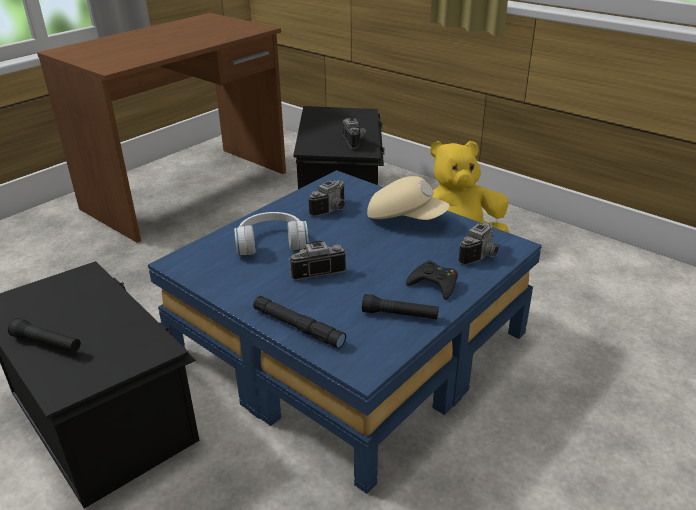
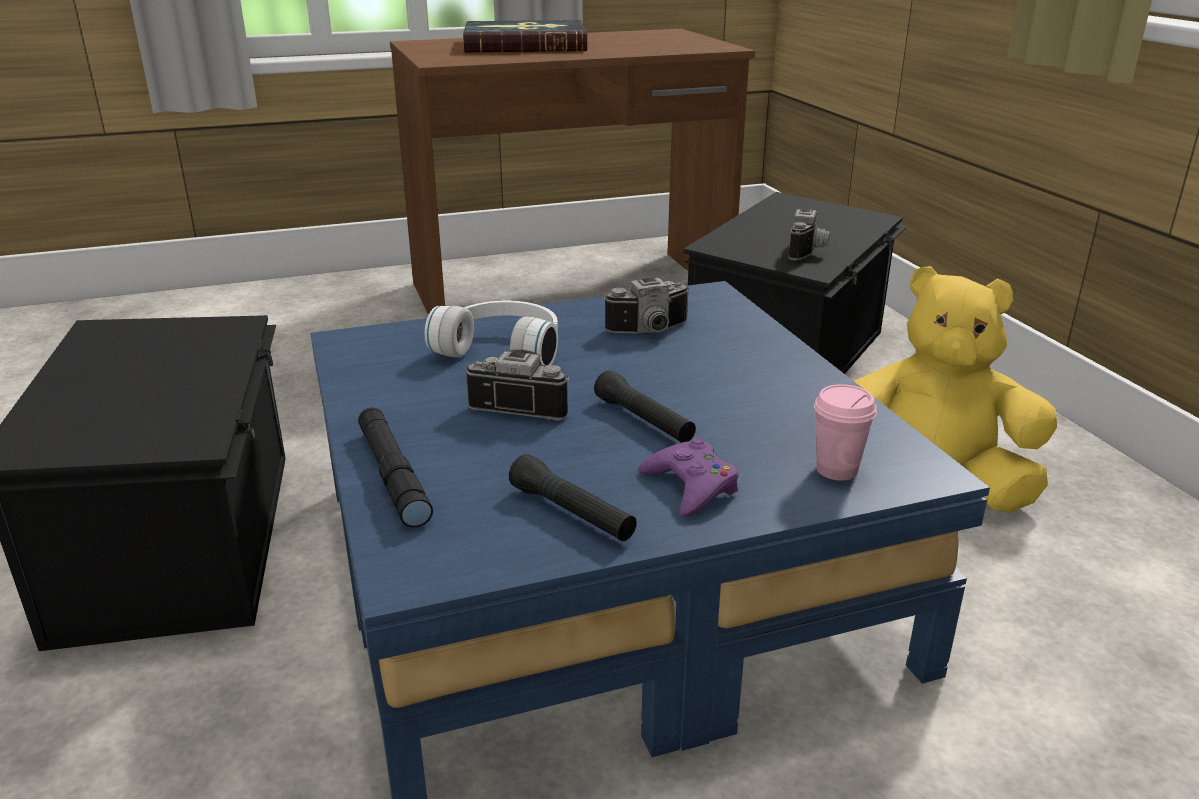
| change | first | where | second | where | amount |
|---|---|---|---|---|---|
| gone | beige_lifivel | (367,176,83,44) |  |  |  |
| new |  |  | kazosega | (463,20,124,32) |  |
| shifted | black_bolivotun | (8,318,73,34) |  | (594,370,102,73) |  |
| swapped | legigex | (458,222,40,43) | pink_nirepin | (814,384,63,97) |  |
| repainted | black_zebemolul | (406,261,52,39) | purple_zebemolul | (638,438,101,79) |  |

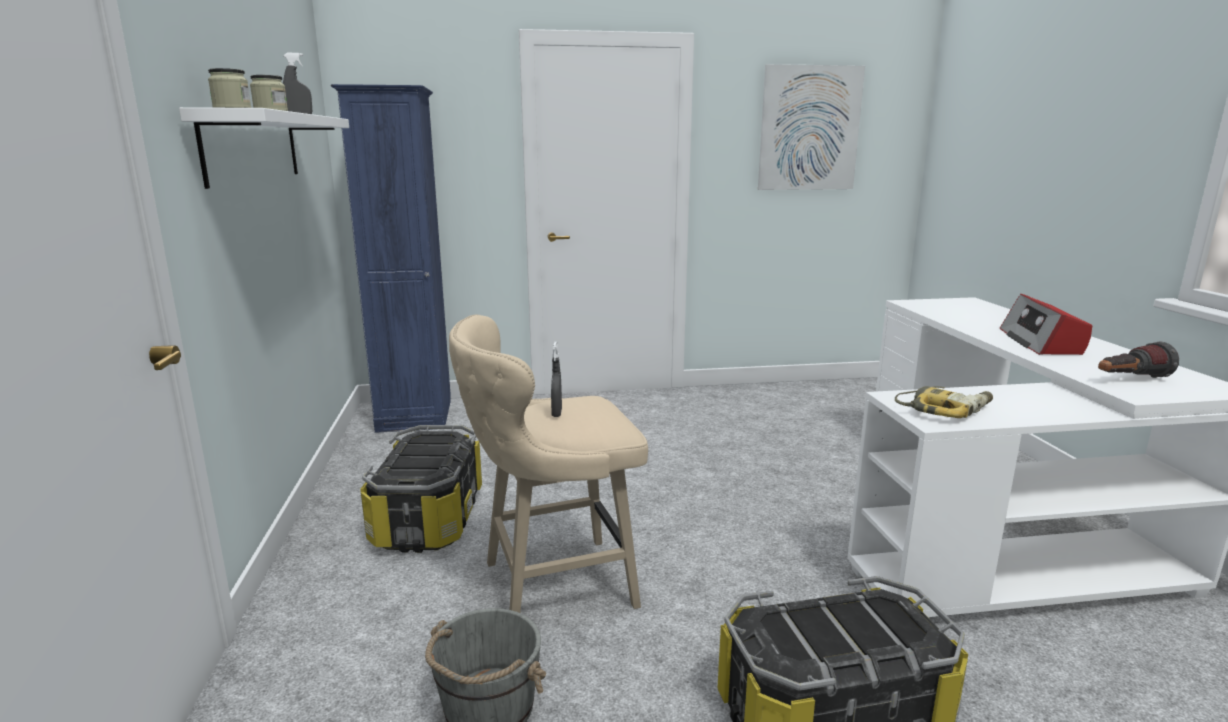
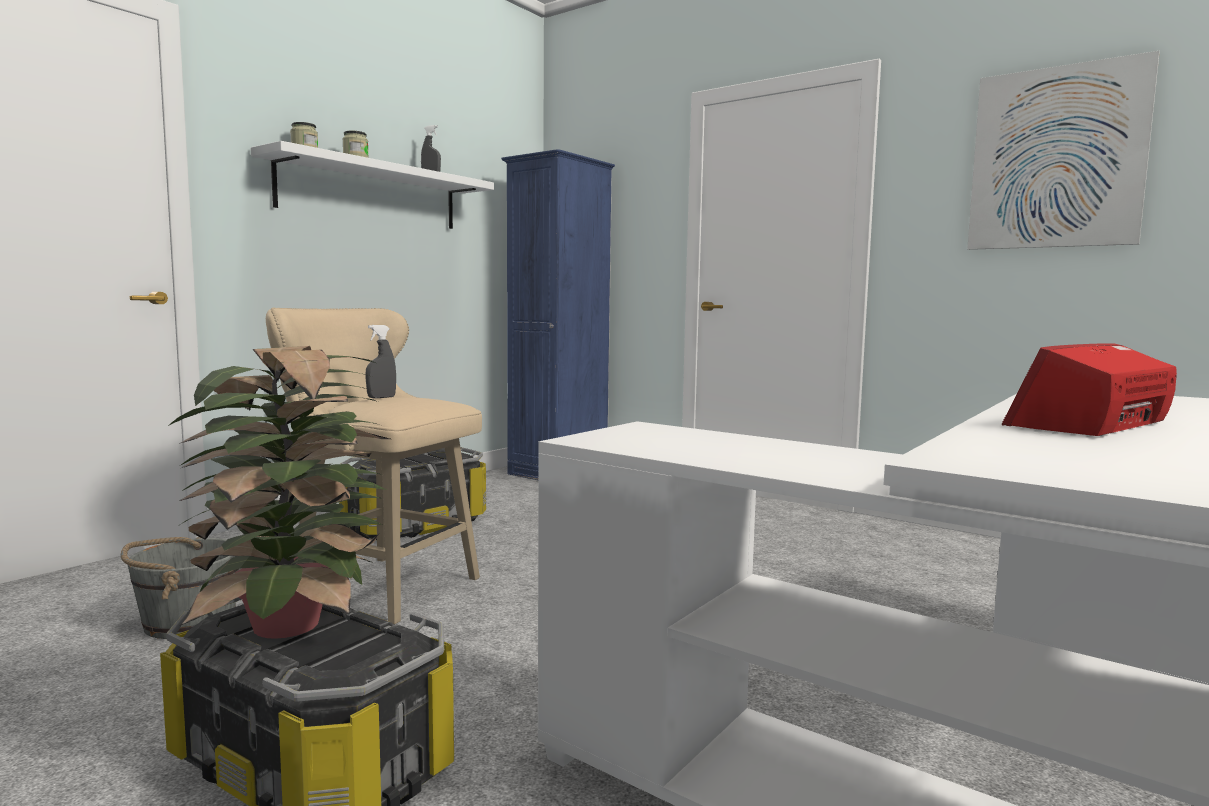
| change | first | where | second | where | amount |
|---|---|---|---|---|---|
| gone | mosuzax | (895,386,98,32) |  |  |  |
| gone | bolivotun | (1098,342,81,36) |  |  |  |
| new |  |  | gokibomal | (168,346,222,293) |  |

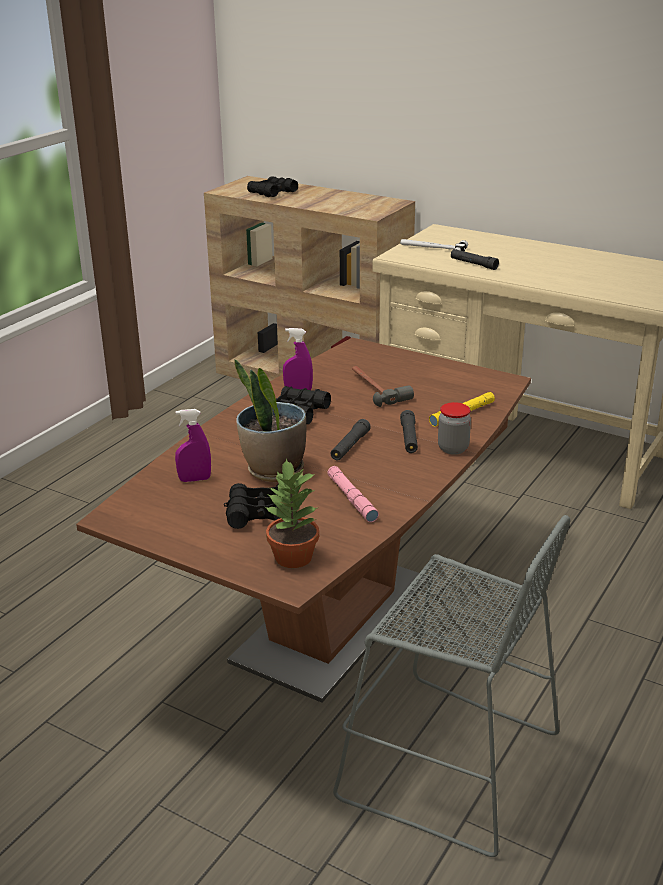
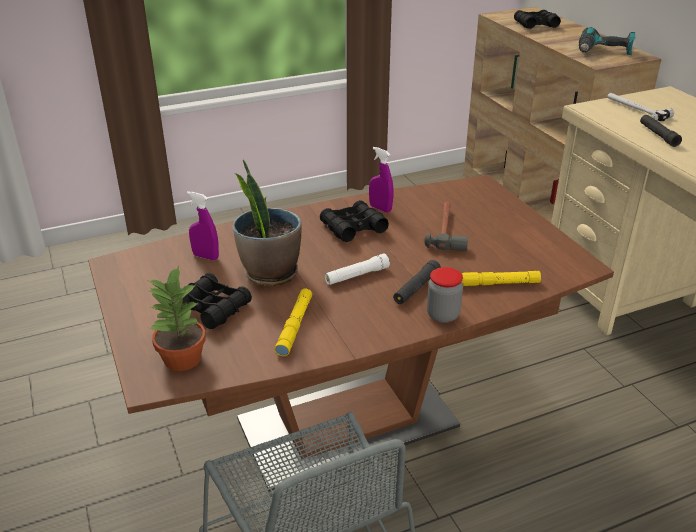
| change | first | where | second | where | amount |
|---|---|---|---|---|---|
| new |  |  | mosuzax | (579,27,56,28) |  |
| repainted | pink_bolivotun | (327,466,52,56) | yellow_bolivotun | (275,288,37,68) |  |
| repainted | black_bolivotun | (331,419,40,41) | white_bolivotun | (325,254,65,31) |  |

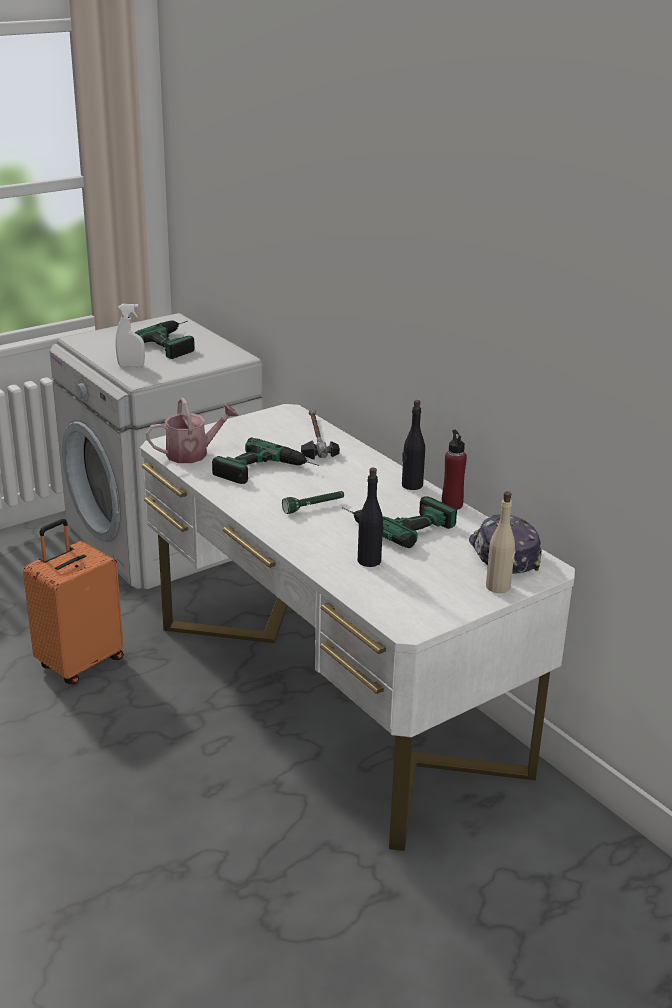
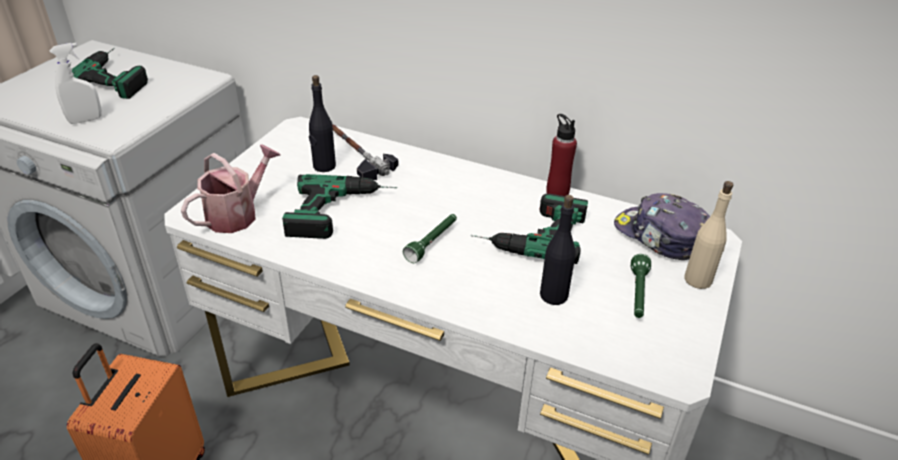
| change | first | where | second | where | amount |
|---|---|---|---|---|---|
| new |  |  | green_bolivotun | (631,254,20,64) |  |
| shifted | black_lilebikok | (402,400,23,90) |  | (309,75,27,97) |  |

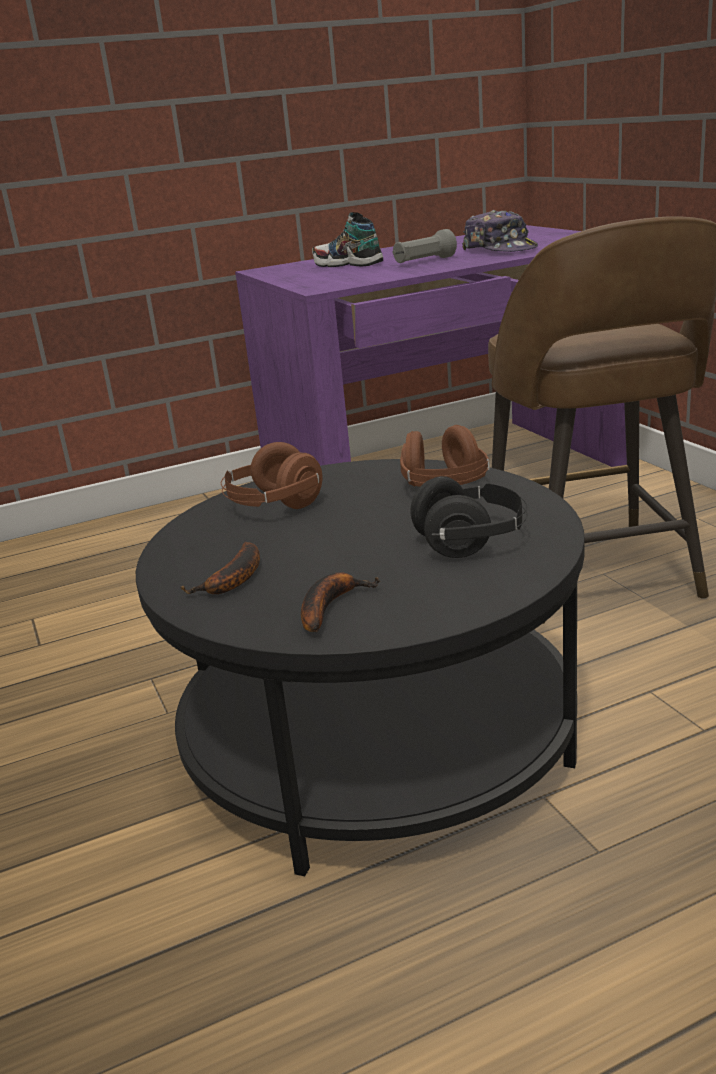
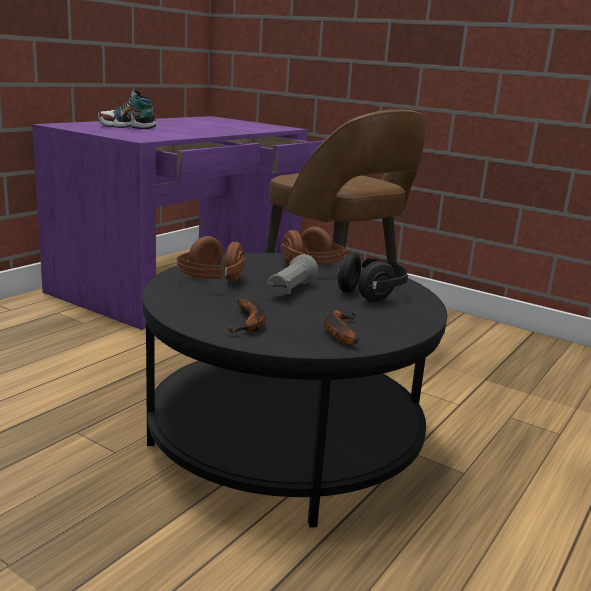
| change | first | where | second | where | amount |
|---|---|---|---|---|---|
| gone | lifivel | (462,210,76,42) |  |  |  |
| shifted | grey_bolivotun | (392,229,65,34) |  | (267,254,51,43) |  |

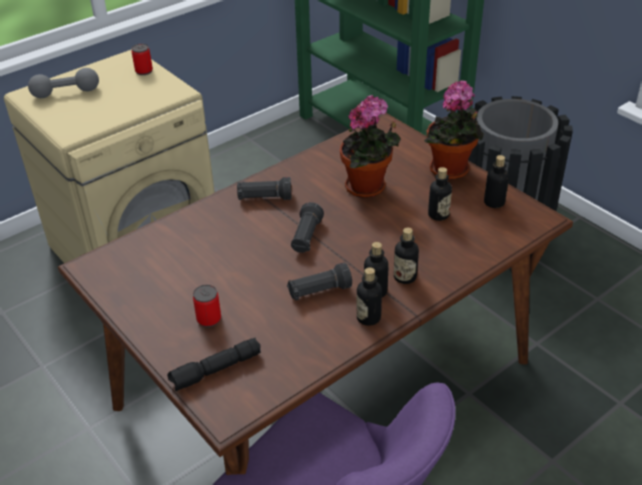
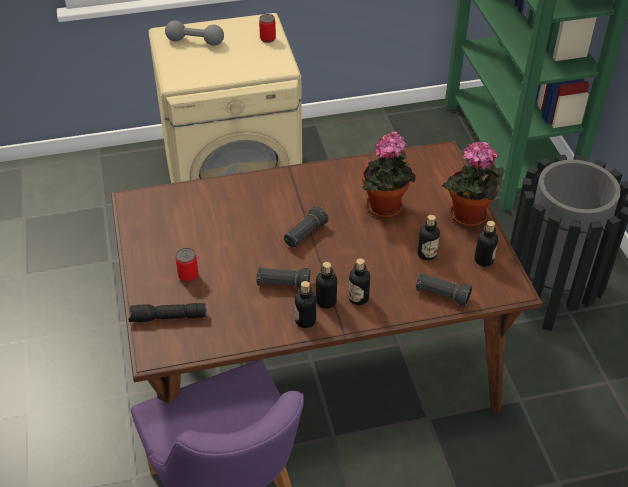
| change | first | where | second | where | amount |
|---|---|---|---|---|---|
| shifted | black_bolivotun | (237,177,54,23) |  | (416,273,56,34) |  |

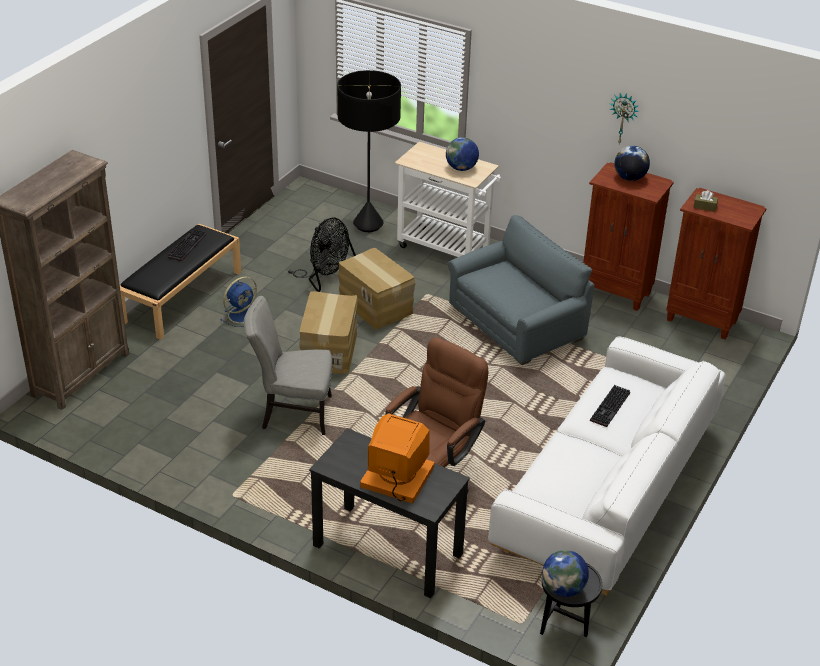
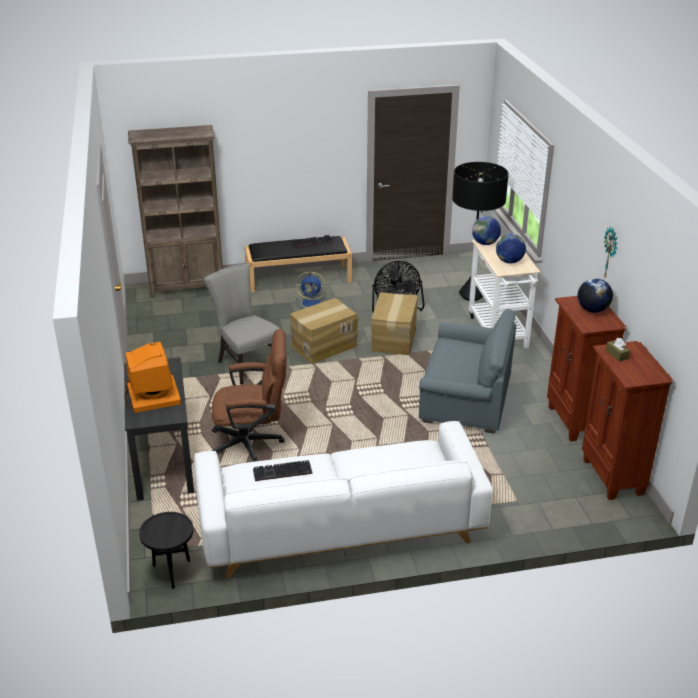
| change | first | where | second | where | amount |
|---|---|---|---|---|---|
| shifted | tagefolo | (542,550,47,47) |  | (472,216,29,29) |  |
| shifted | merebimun | (590,385,40,42) |  | (253,460,59,21) |  |

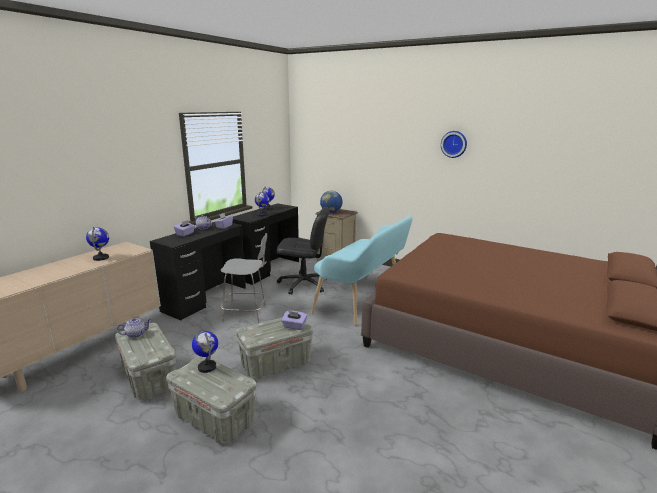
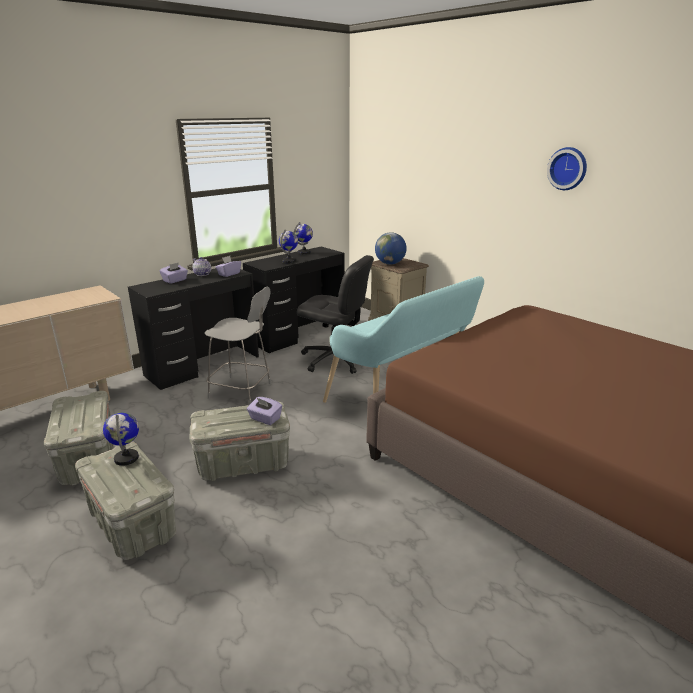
| change | first | where | second | where | amount |
|---|---|---|---|---|---|
| gone | tagefolo | (86,227,23,34) |  |  |  |
| gone | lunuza | (117,318,34,20) |  |  |  |

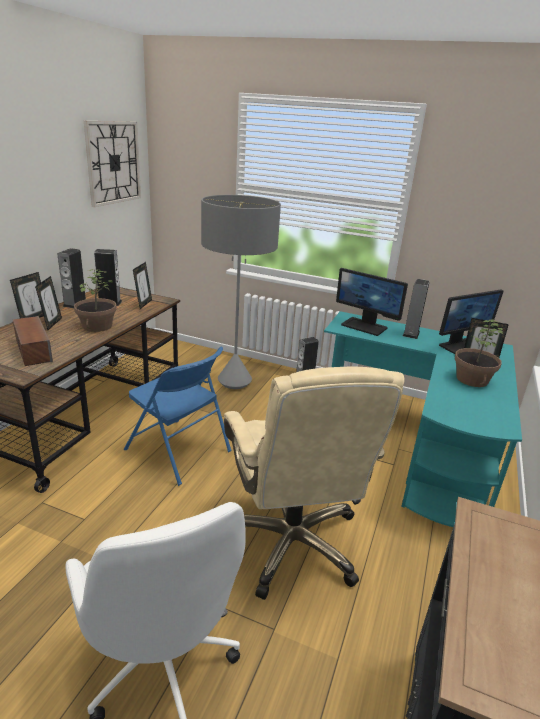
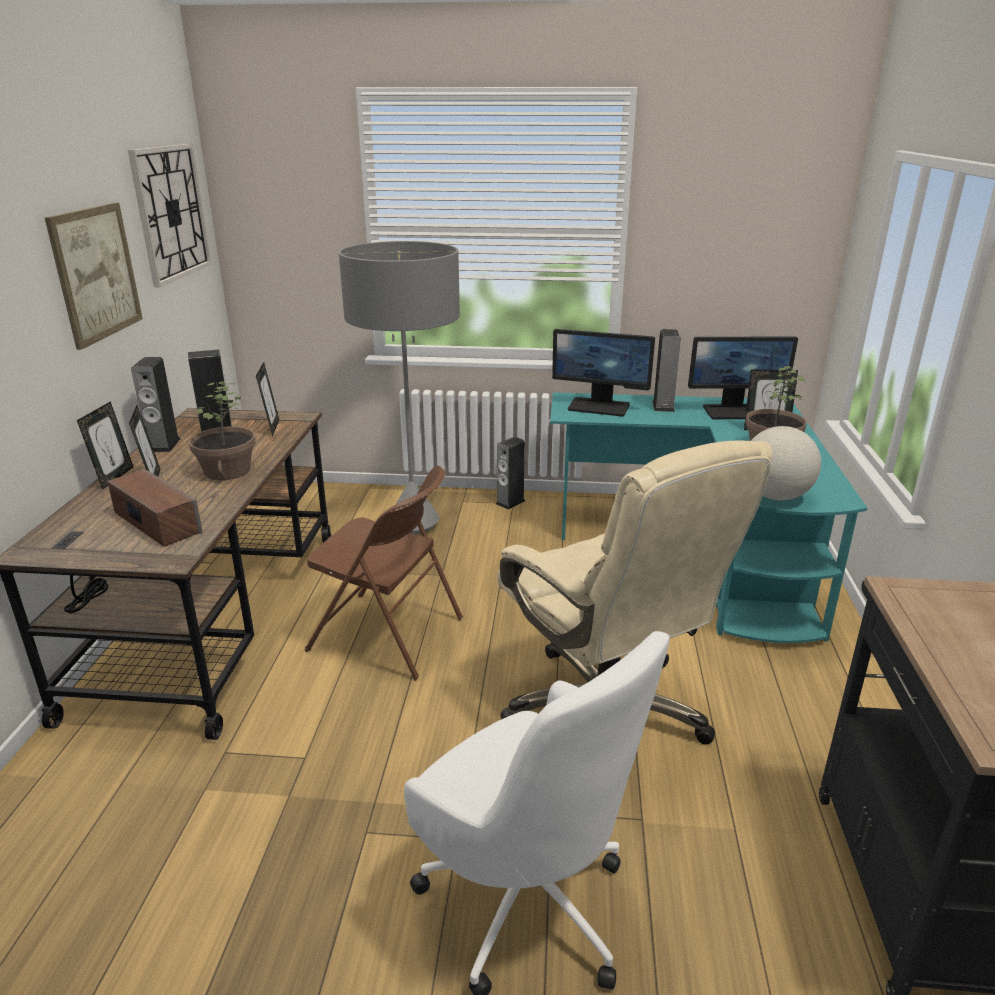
| change | first | where | second | where | amount |
|---|---|---|---|---|---|
| new |  |  | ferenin | (45,202,98,148) |  |
| new |  |  | tagefolo | (751,426,70,74) |  |
| repainted | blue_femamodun | (124,347,108,139) | brown_femamodun | (305,465,158,216) |  |
| rotated | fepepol | (439,290,65,64) |  | (688,336,110,83) | 45 degrees clockwise |

